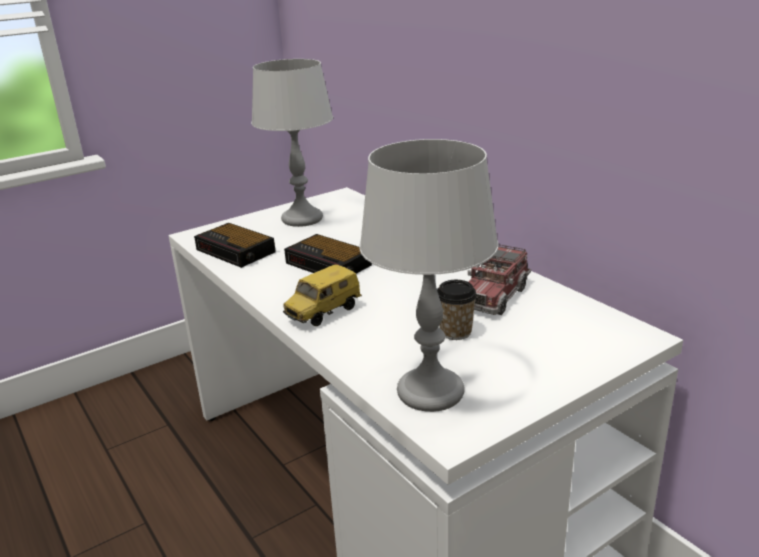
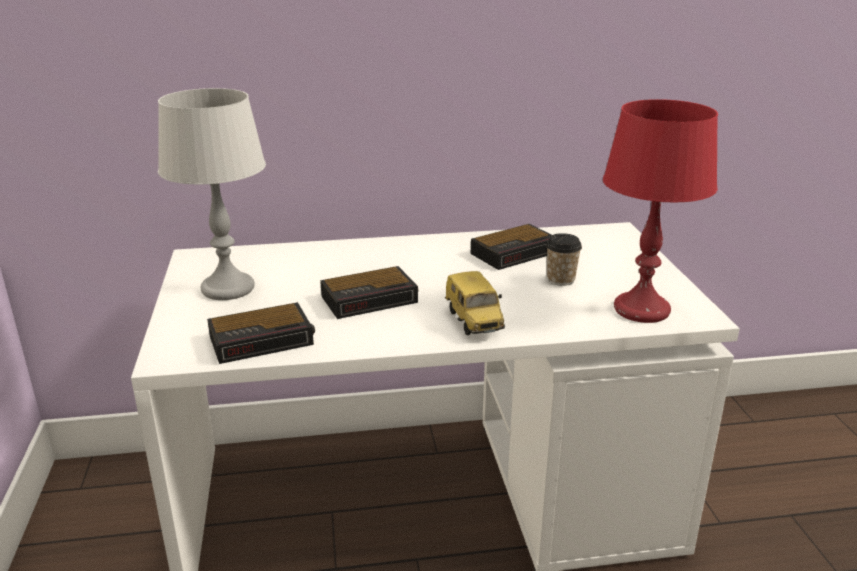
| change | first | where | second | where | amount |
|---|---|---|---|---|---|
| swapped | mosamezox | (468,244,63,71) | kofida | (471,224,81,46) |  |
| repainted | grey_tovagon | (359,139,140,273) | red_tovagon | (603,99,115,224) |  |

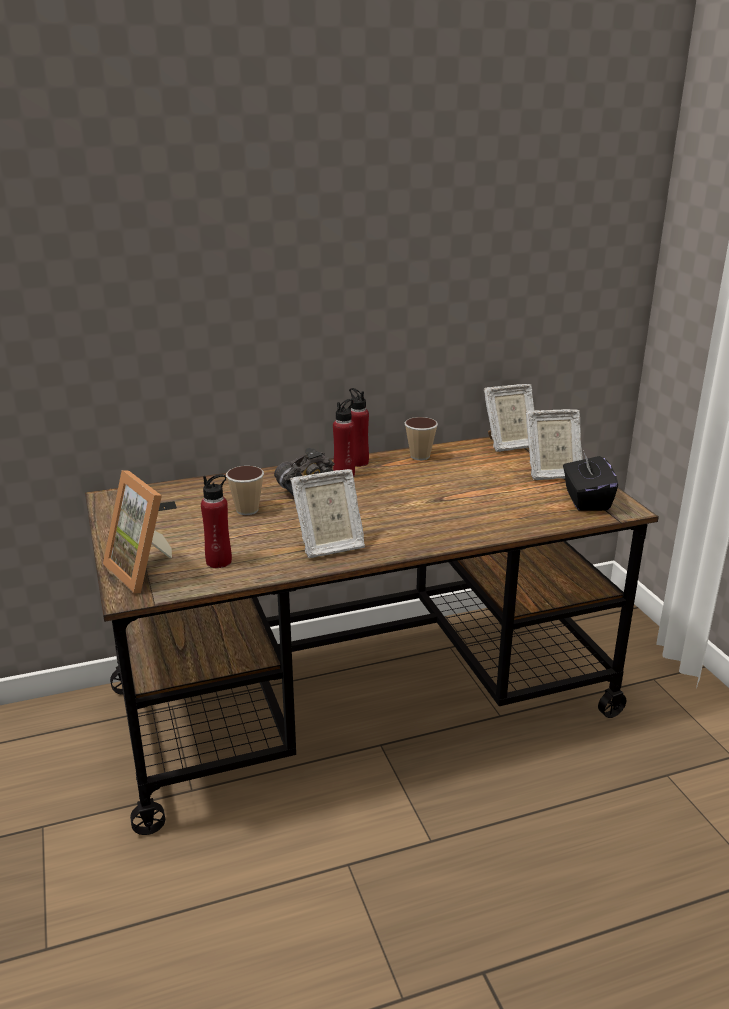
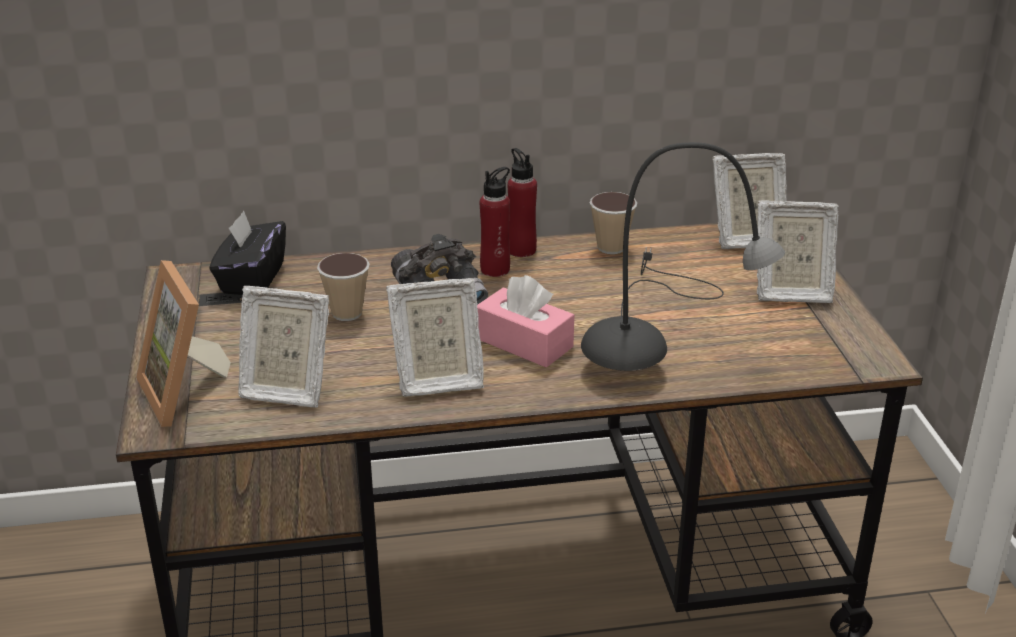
| change | first | where | second | where | amount |
|---|---|---|---|---|---|
| new |  |  | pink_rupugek | (477,275,97,92) |  |
| new |  |  | grey_tovagon | (581,142,204,229) |  |
| shifted | black_rupugek | (563,450,55,61) |  | (209,211,77,84) |  |
| swapped | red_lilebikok | (201,474,31,94) | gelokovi | (239,286,90,121) |  |

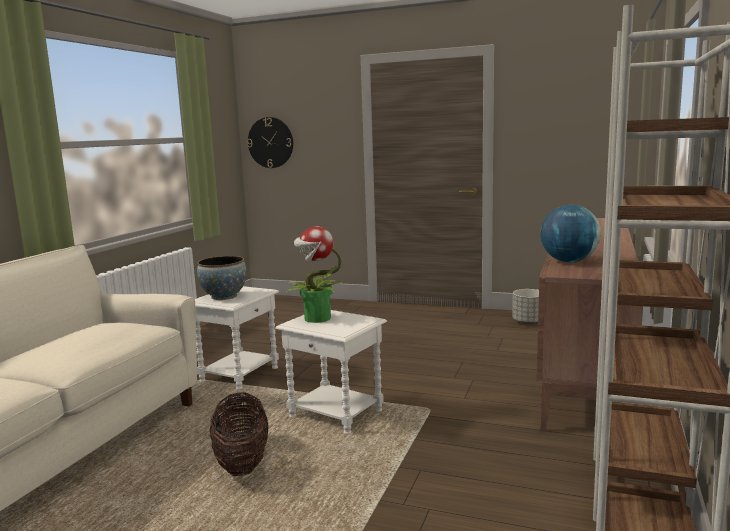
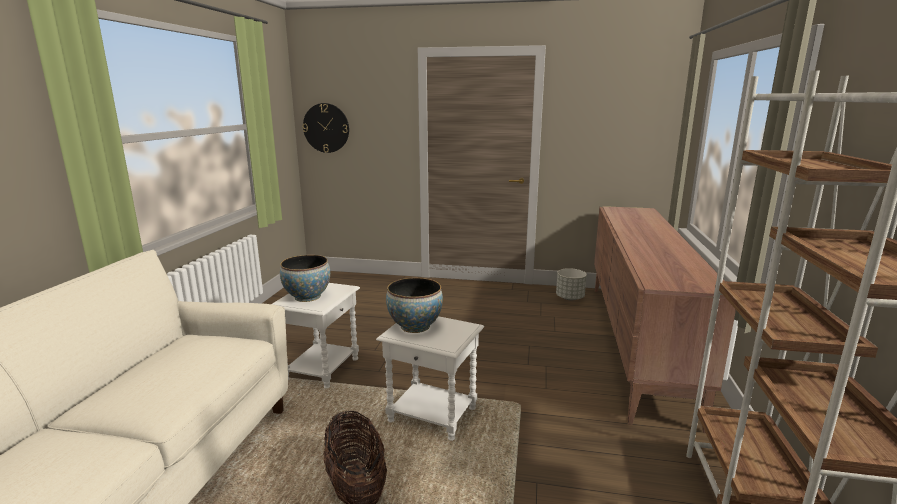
| change | first | where | second | where | amount |
|---|---|---|---|---|---|
| gone | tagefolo | (540,205,61,57) |  |  |  |
| swapped | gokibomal | (285,227,60,96) | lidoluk | (386,278,57,55) |  |

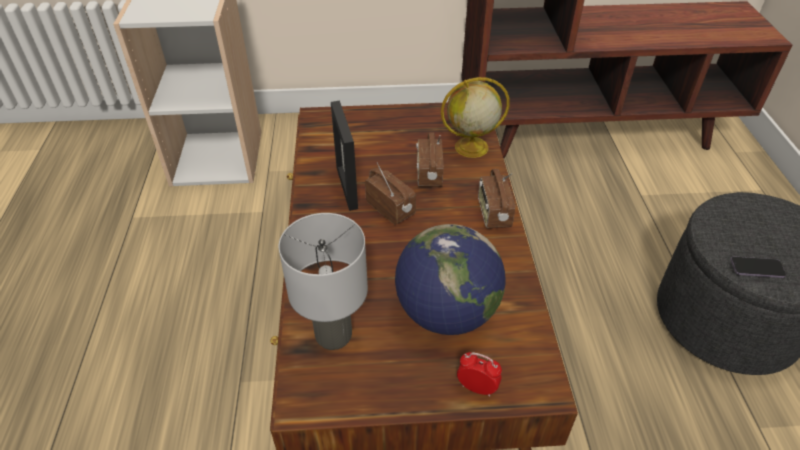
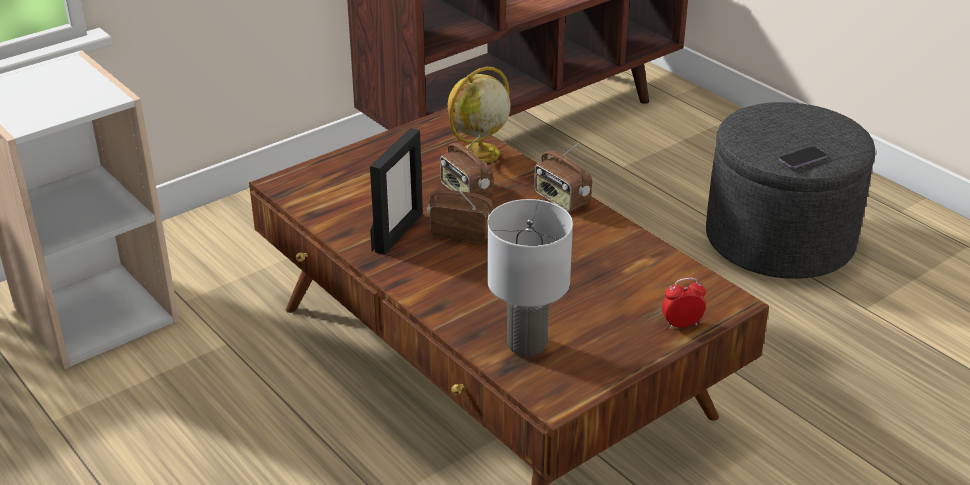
| change | first | where | second | where | amount |
|---|---|---|---|---|---|
| gone | tagefolo | (395,224,111,111) |  |  |  |
| rotated | gelokovi | (331,101,27,110) |  | (370,128,53,127) | 105 degrees counterclockwise |

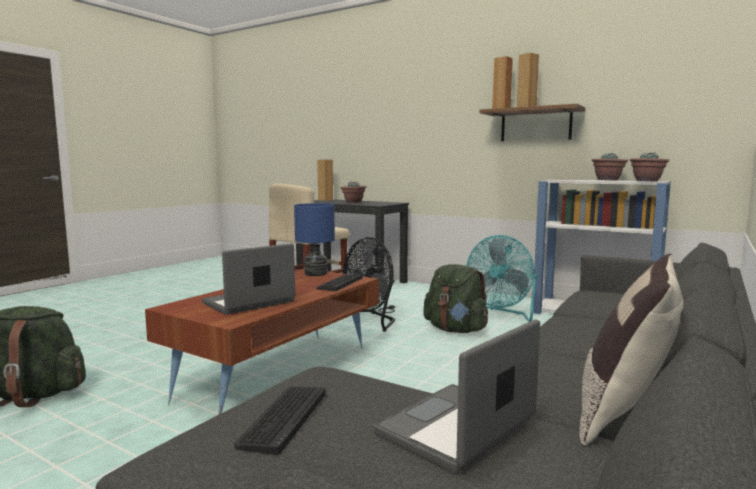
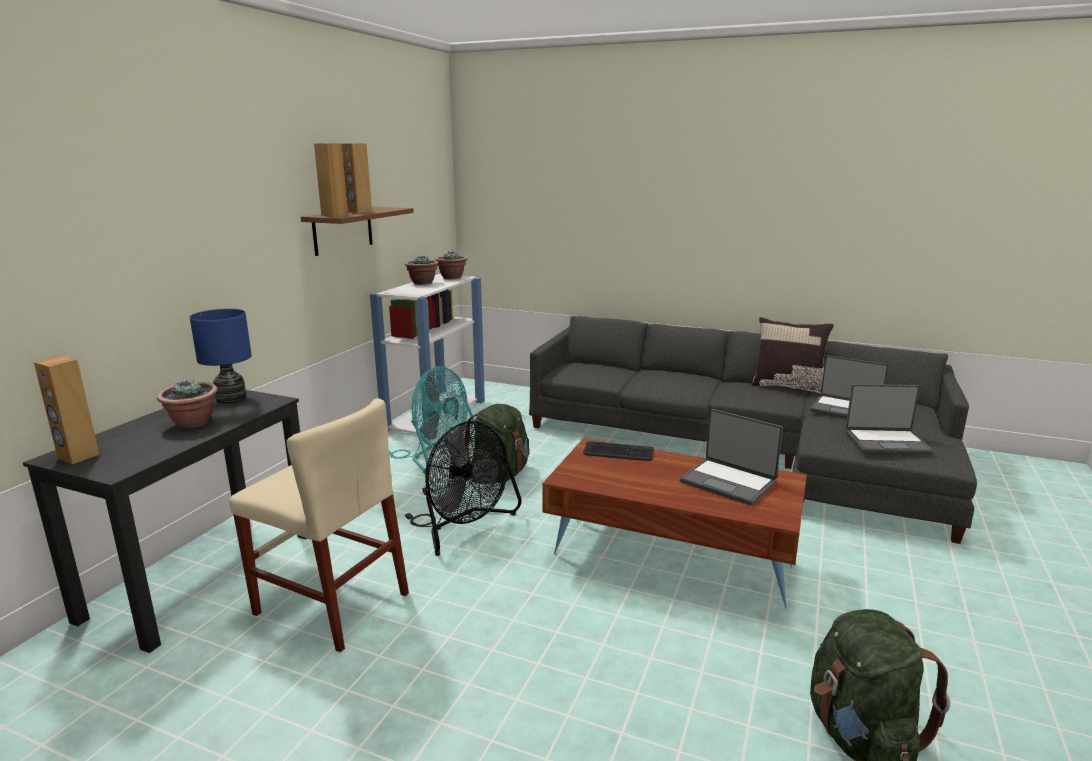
| change | first | where | second | where | amount |
|---|---|---|---|---|---|
| shifted | blue_tovagon | (294,203,41,73) |  | (190,309,62,94) |  |
| swapped | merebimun | (234,386,92,69) | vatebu | (846,384,87,70) |  |

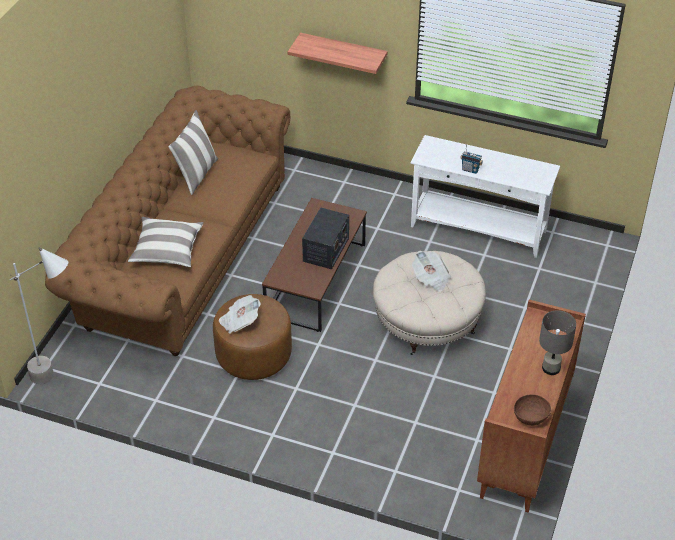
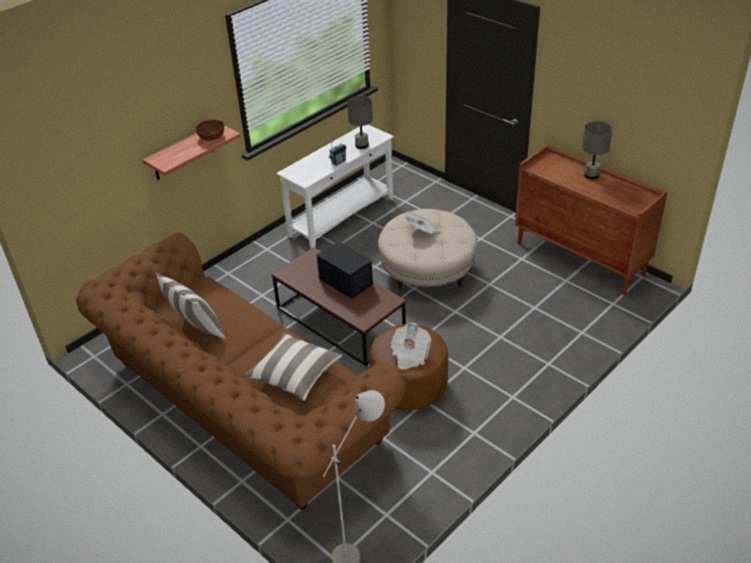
| change | first | where | second | where | amount |
|---|---|---|---|---|---|
| new |  |  | grey_tovagon | (347,96,26,53) |  |
| shifted | brown_lidoluk | (514,394,37,32) |  | (196,120,28,21) |  |

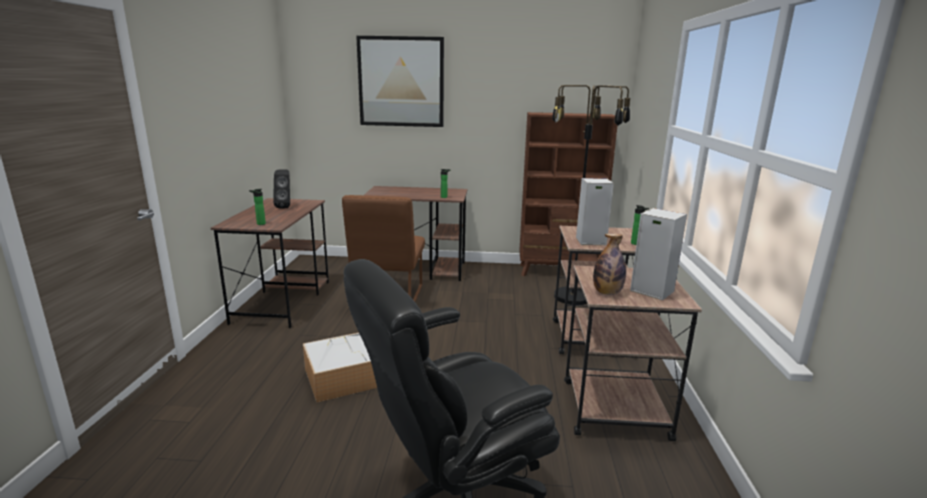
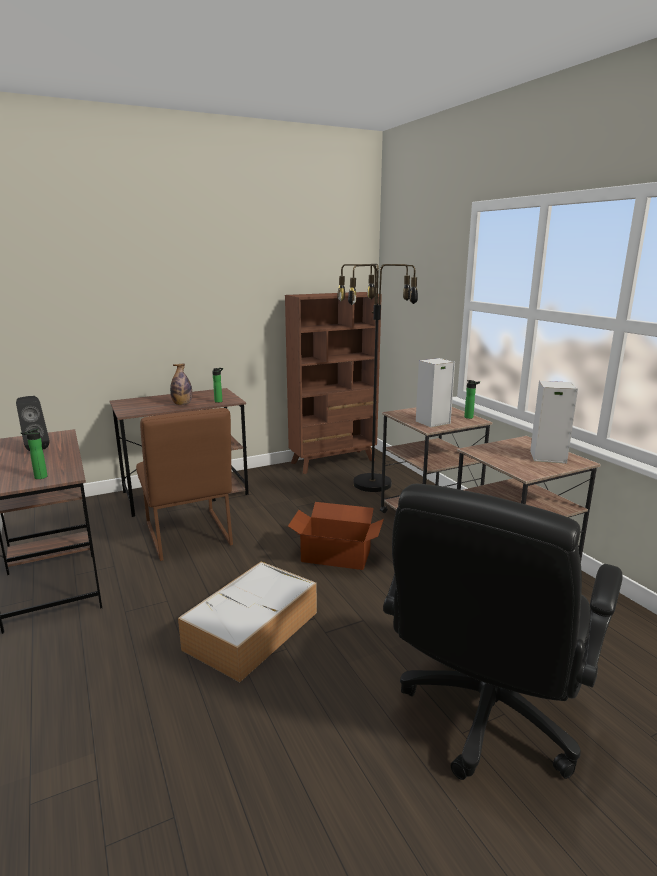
| change | first | where | second | where | amount |
|---|---|---|---|---|---|
| gone | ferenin | (356,36,88,91) |  |  |  |
| new |  |  | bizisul | (288,502,96,68) |  |
| shifted | lilebikok | (593,234,33,61) |  | (170,363,22,42) |  |

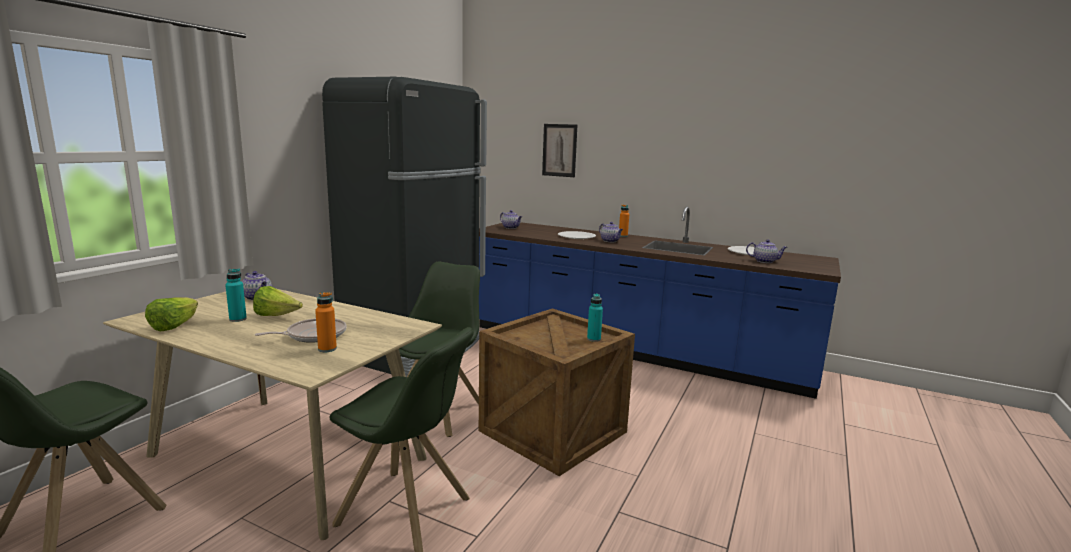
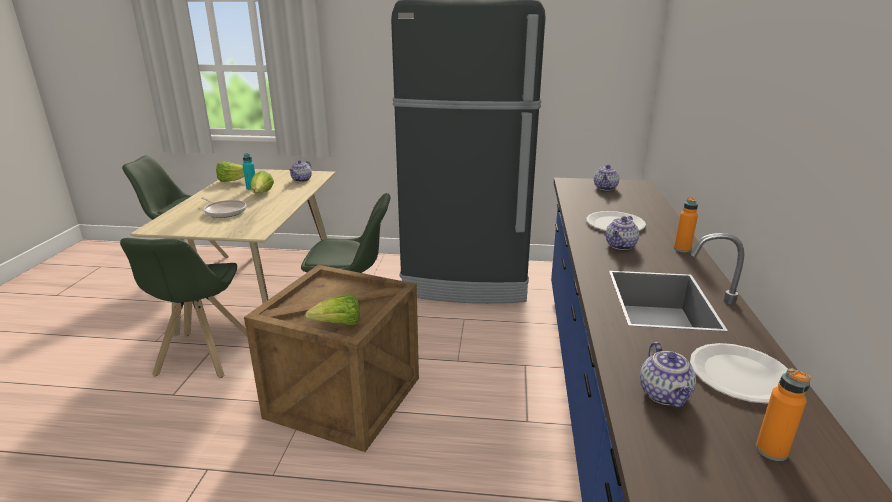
| change | first | where | second | where | amount |
|---|---|---|---|---|---|
| gone | ferenin | (542,124,35,53) |  |  |  |
| shifted | orange_lilebikok | (315,292,22,60) |  | (756,368,55,93) |  |
| swapped | turquoise_lilebikok | (587,293,16,49) | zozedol | (305,294,55,31) |  |

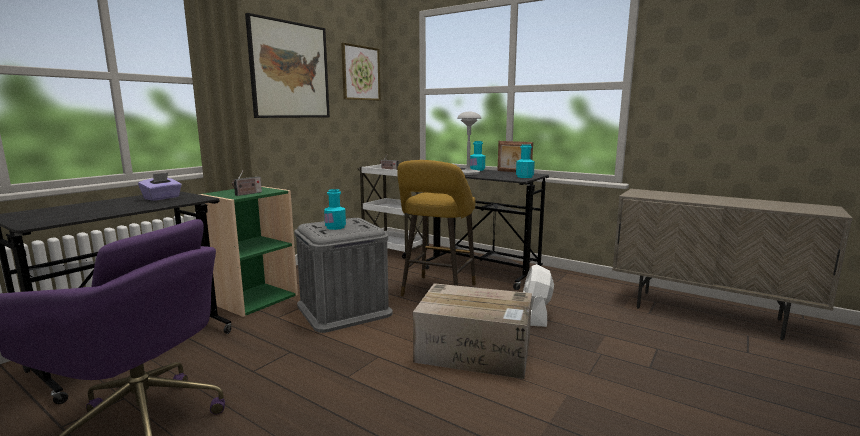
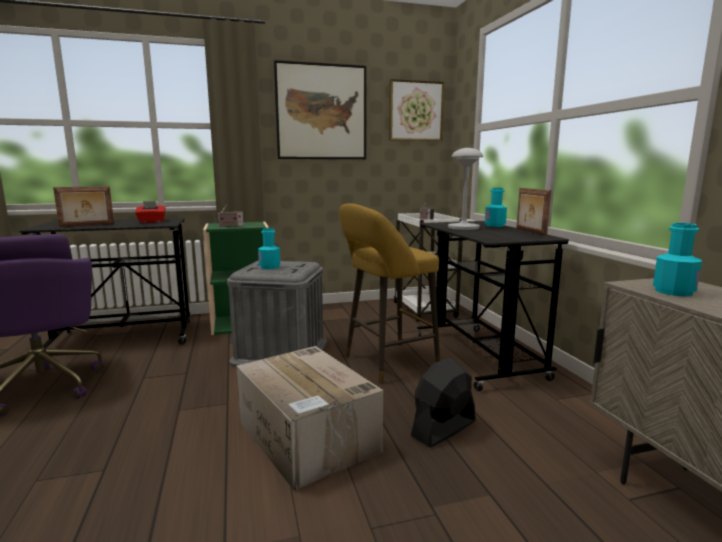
| change | first | where | second | where | amount |
|---|---|---|---|---|---|
| new |  |  | gelokovi | (53,186,61,41) |  |
| shifted | turquoise_lilebikok | (516,144,19,34) |  | (653,223,49,73) |  |
| repainted | purple_rupugek | (138,173,44,28) | red_rupugek | (135,201,31,22) |  |
| repainted | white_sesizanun | (523,264,31,63) | black_sesizanun | (411,358,65,89) |  |

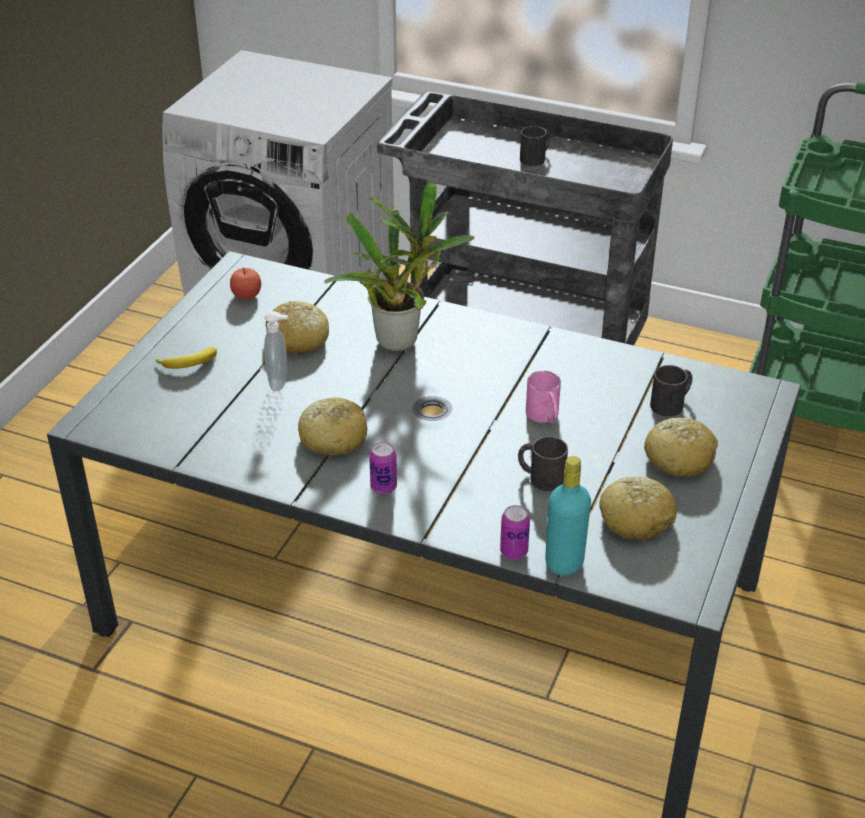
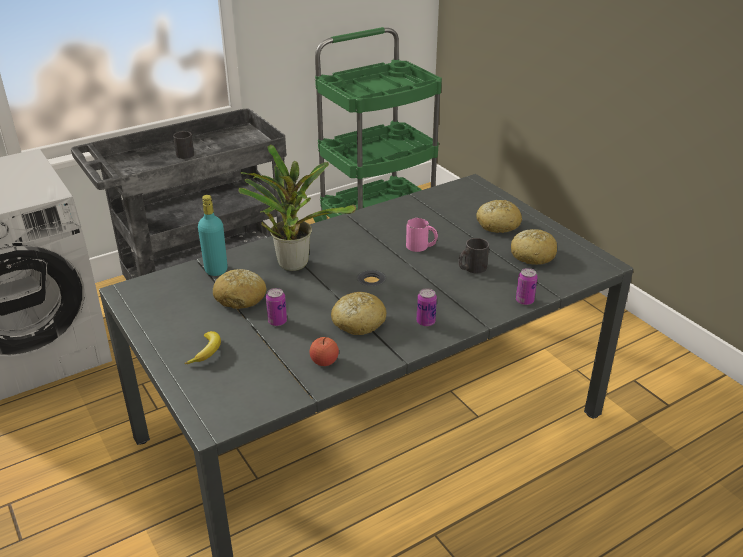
| change | first | where | second | where | amount |
|---|---|---|---|---|---|
| gone | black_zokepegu | (650,365,42,52) |  |  |  |
| shifted | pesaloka | (230,267,31,33) |  | (310,337,29,29) |  |
| shifted | turquoise_lilebikok | (545,456,46,119) |  | (198,195,29,81) |  |
| swapped | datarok | (264,311,24,80) | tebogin | (266,288,21,38) |  |

